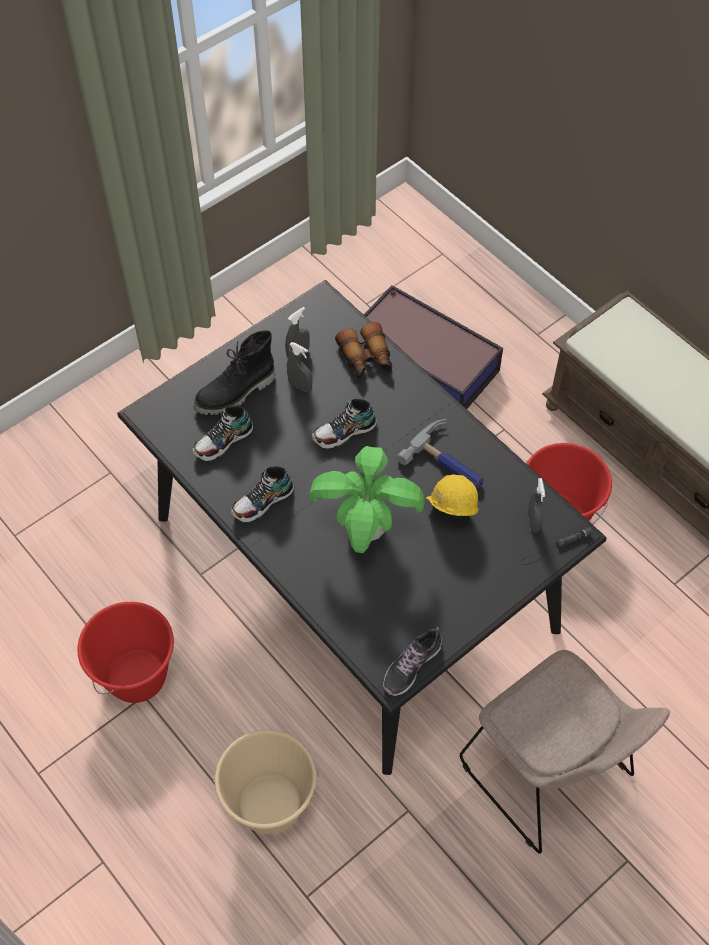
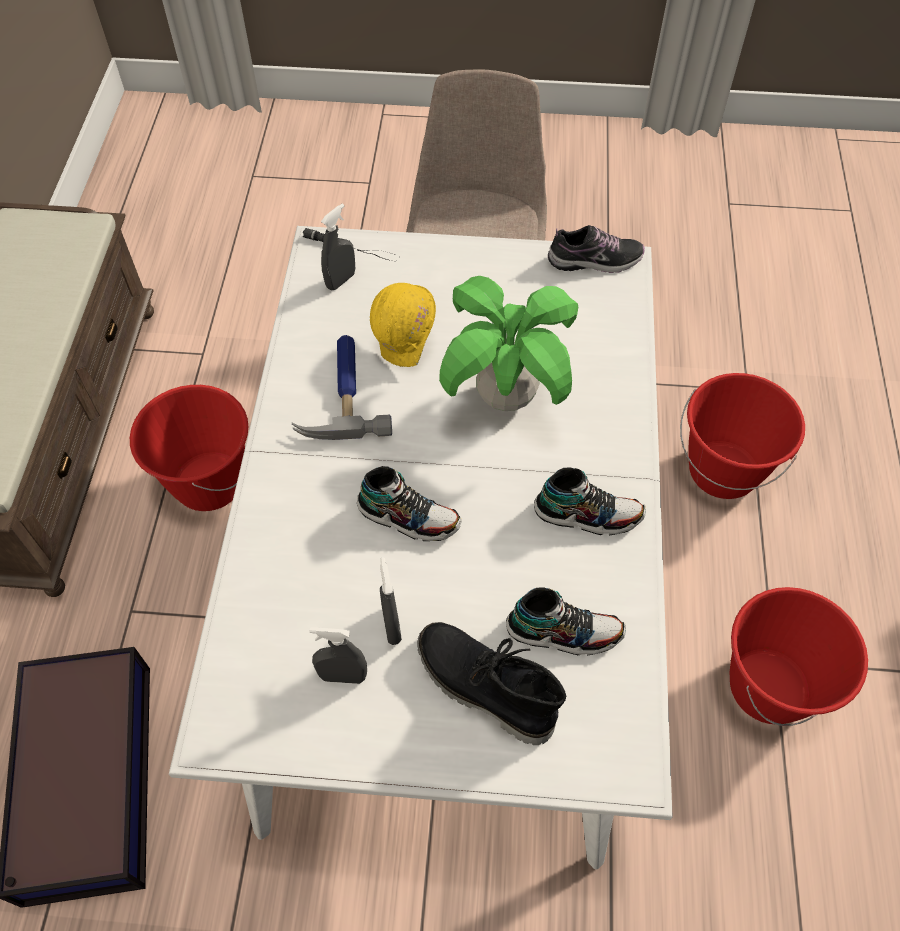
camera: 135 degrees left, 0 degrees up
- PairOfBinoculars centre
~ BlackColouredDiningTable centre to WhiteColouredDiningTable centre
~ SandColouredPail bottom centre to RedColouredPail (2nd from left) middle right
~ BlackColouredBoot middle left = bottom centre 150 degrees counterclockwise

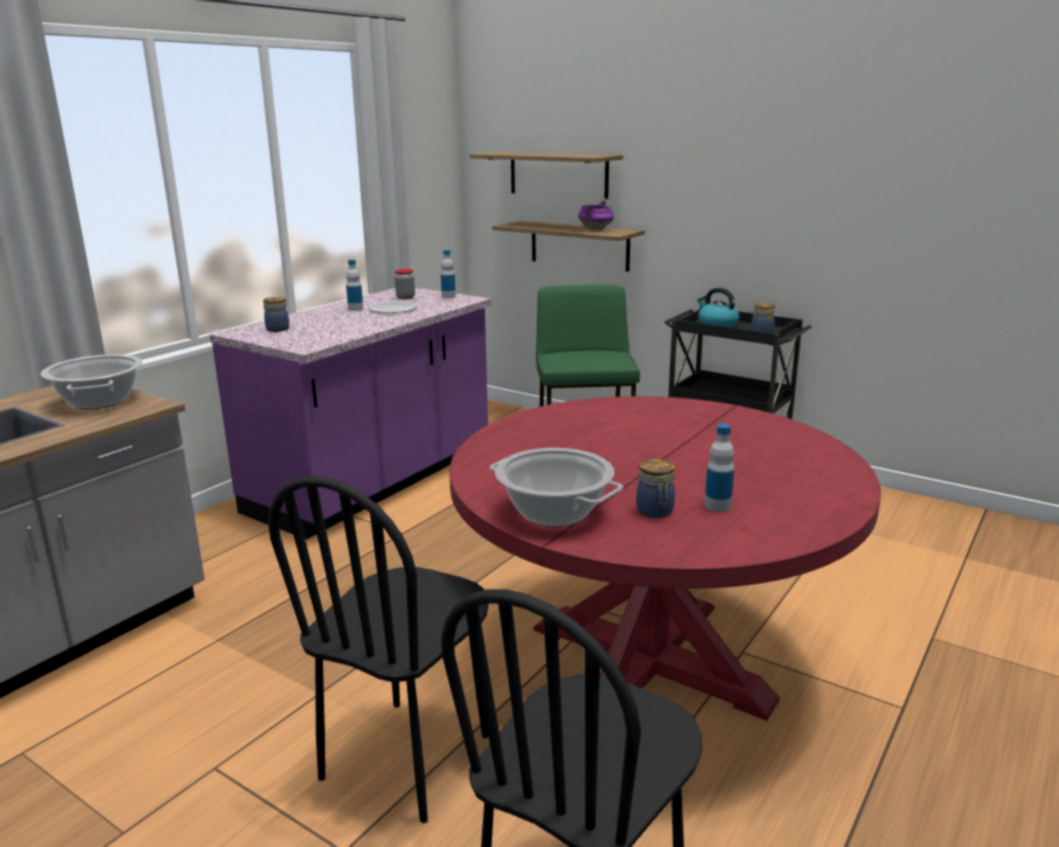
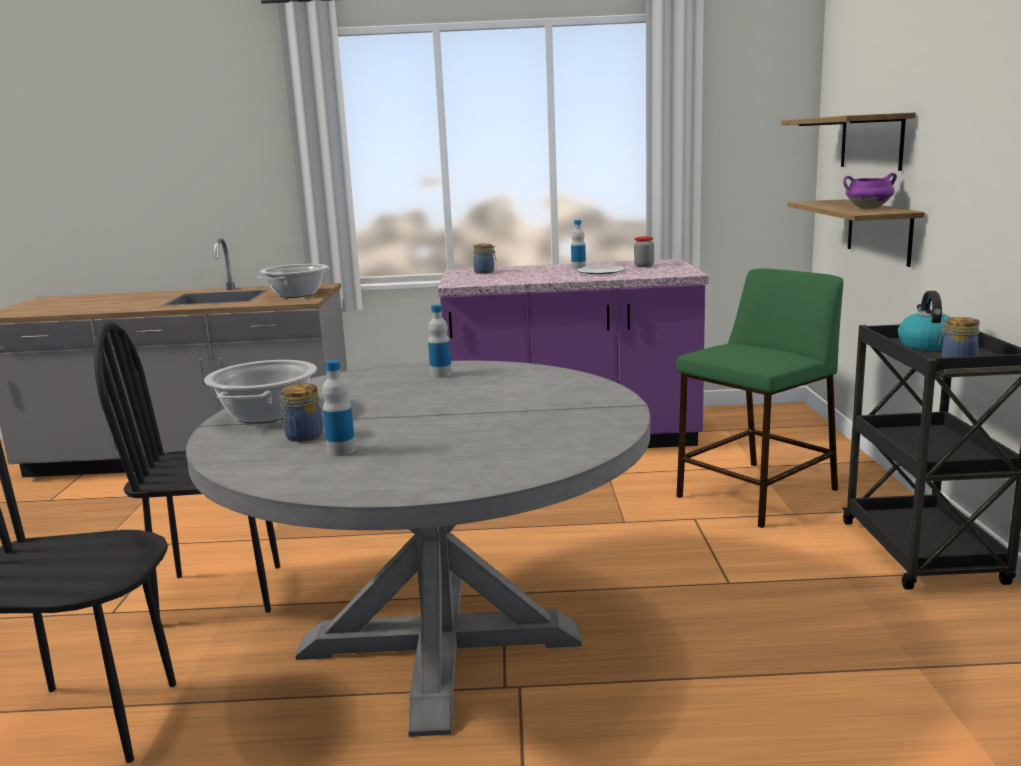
camera: 55 degrees right, 5 degrees down
~ DrinkBottle (2nd from left) top centre to centre
~ RedColouredDiningTable centre to GrayDiningTable bottom centre

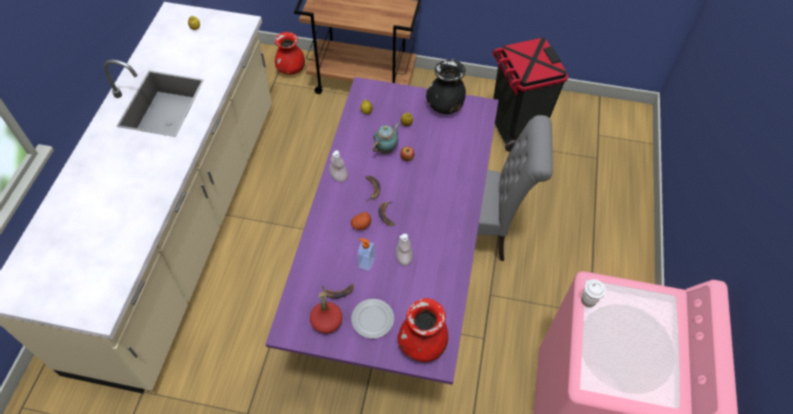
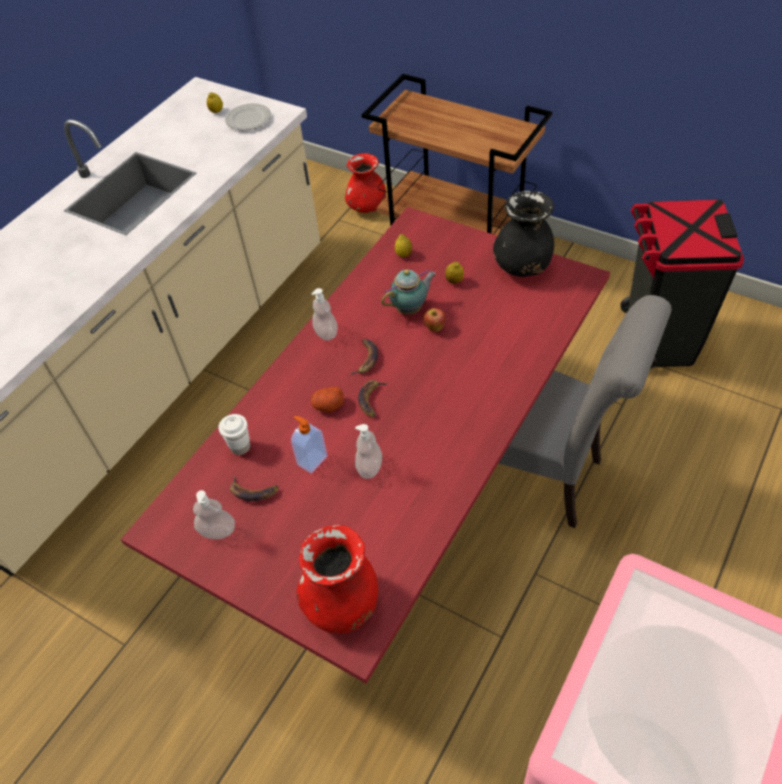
camera: 25 degrees right, 5 degrees down
~ FlatDish bottom centre to top left
~ WhiteColouredSmallCup bottom right to middle left
~ RedColouredDrinkBottle bottom centre to SoapDispenser (1st from left) middle left
~ PurplishDiningTable centre to RedColouredDiningTable centre

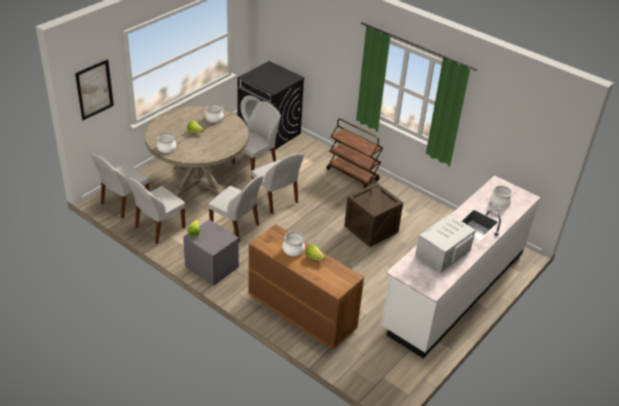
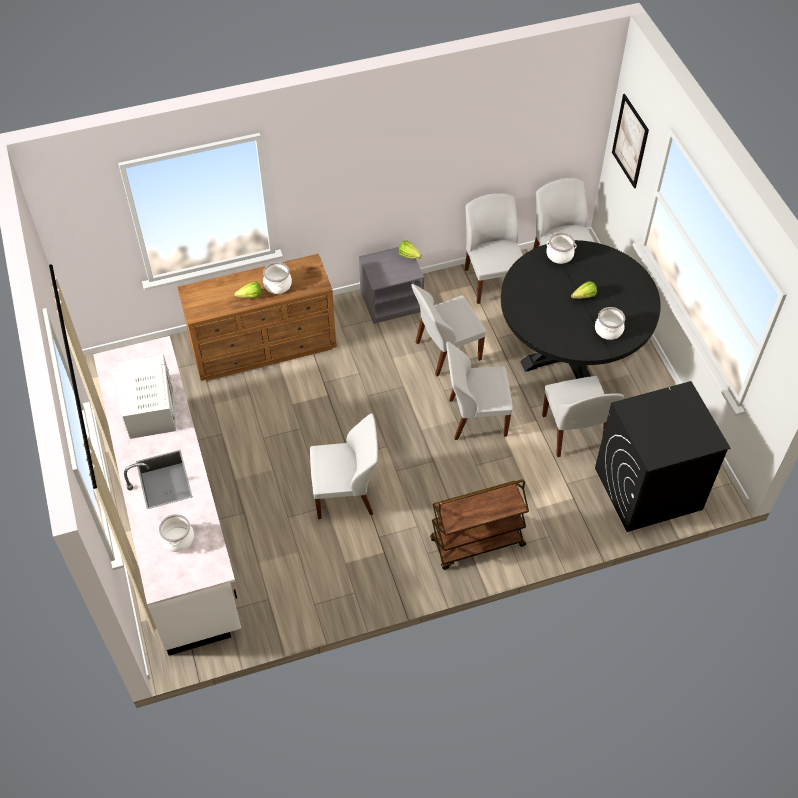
camera: 125 degrees right, 15 degrees up
~ Crate centre to WhiteColouredChair (1st from left) centre
~ SandColouredDiningTable middle left to BlackColouredDiningTable middle right

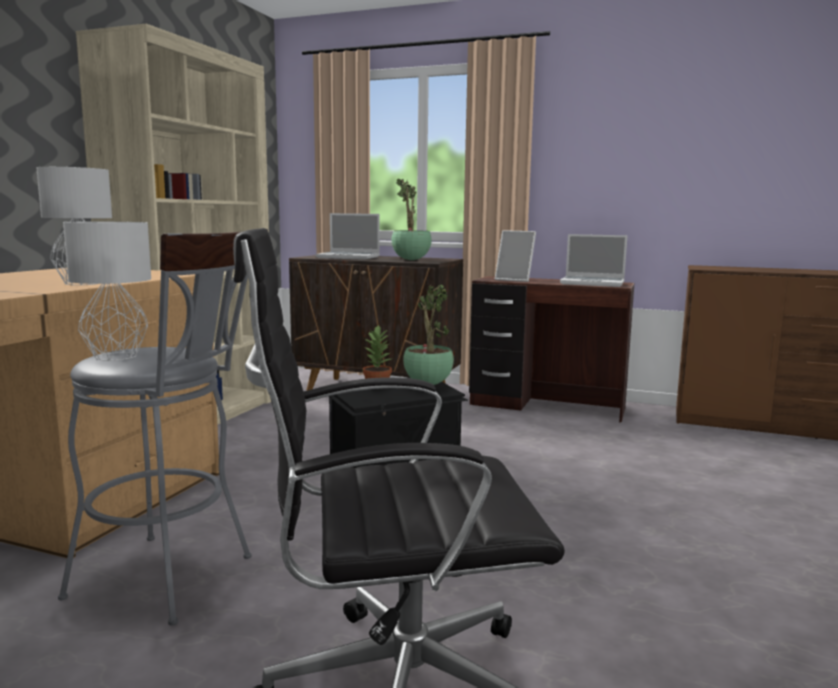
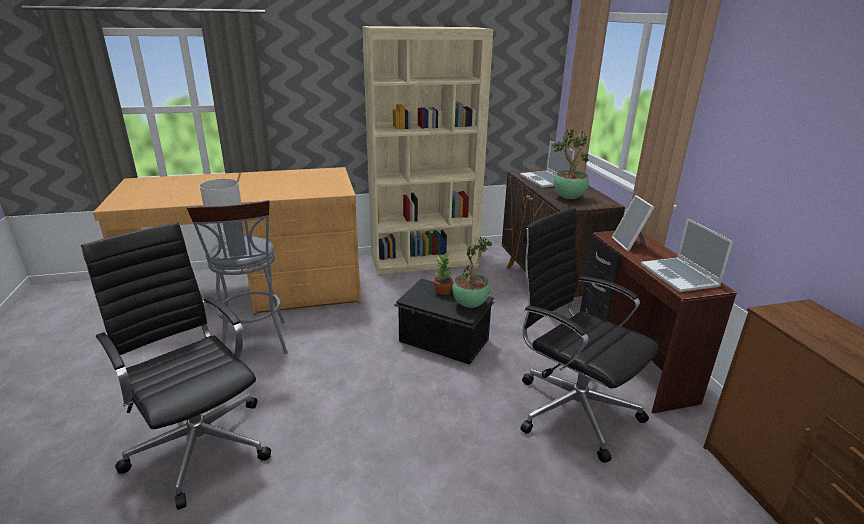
camera: 55 degrees right, 15 degrees up
- GrayLampForATable (1st from left) top left
+ BlackColouredDeskChair (2nd from left) middle right

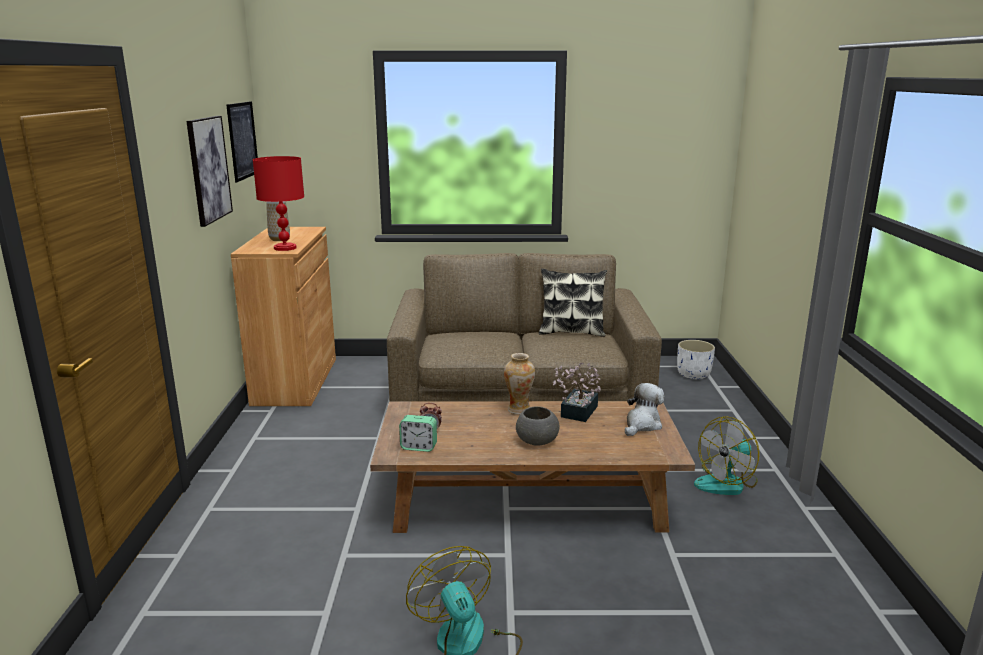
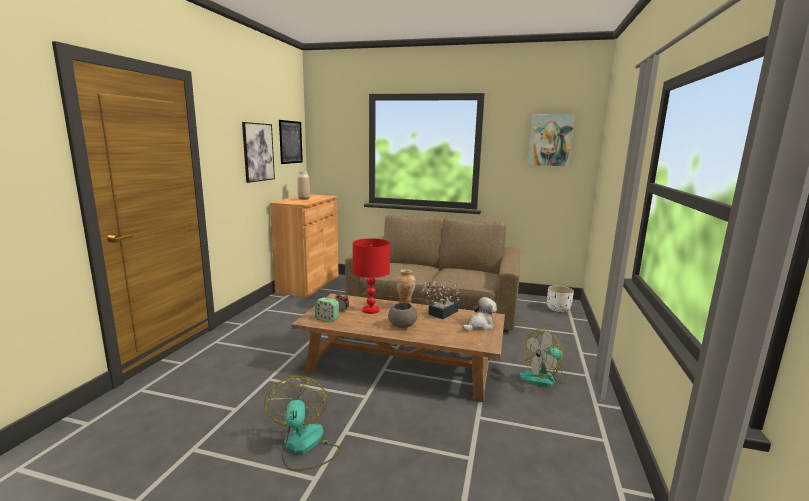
camera: 15 degrees right, 5 degrees down
- Pillow centre
+ Picture (3rd from left) top right
~ RedColouredLampForATable top left to centre

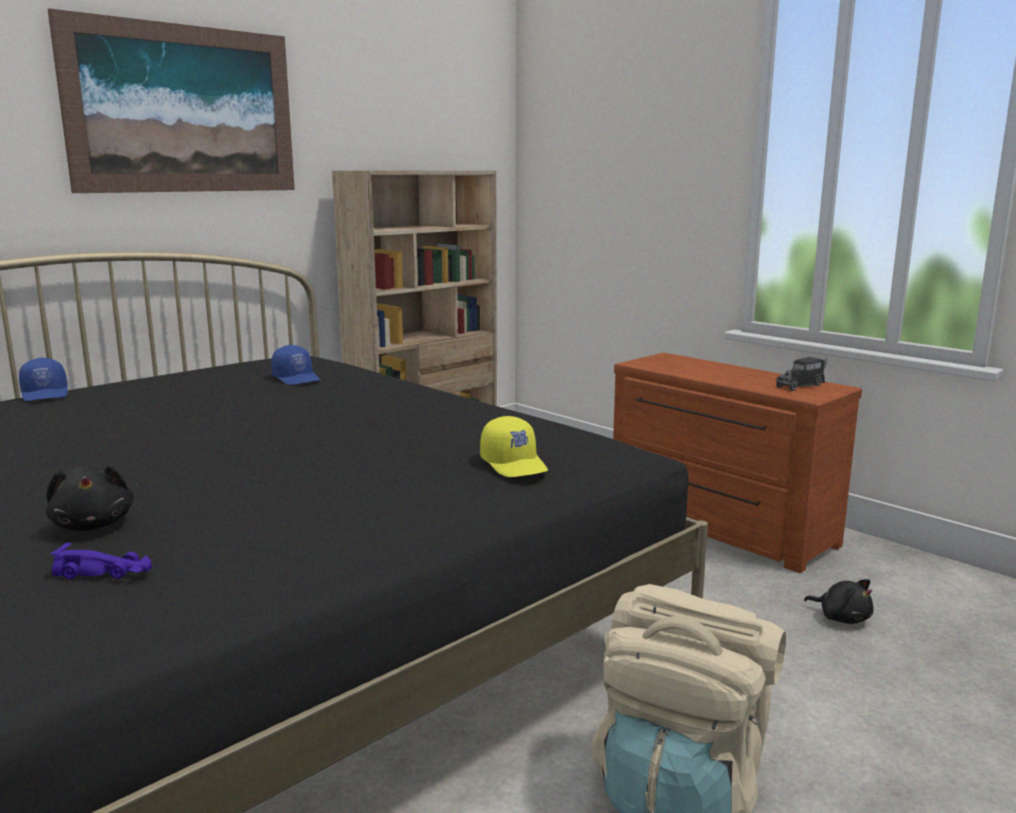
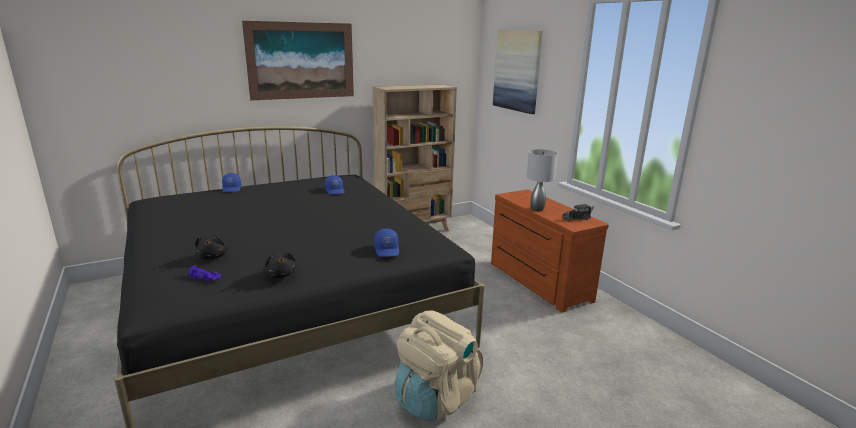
camera: 15 degrees right, 5 degrees up
+ Picture (2nd from left) top centre
+ GrayLampForATable centre
~ BlackColouredCuddlyToy (2nd from left) bottom right to middle left
~ YellowPeakedCap centre to BlueColouredPeakedCap (3rd from left) centre

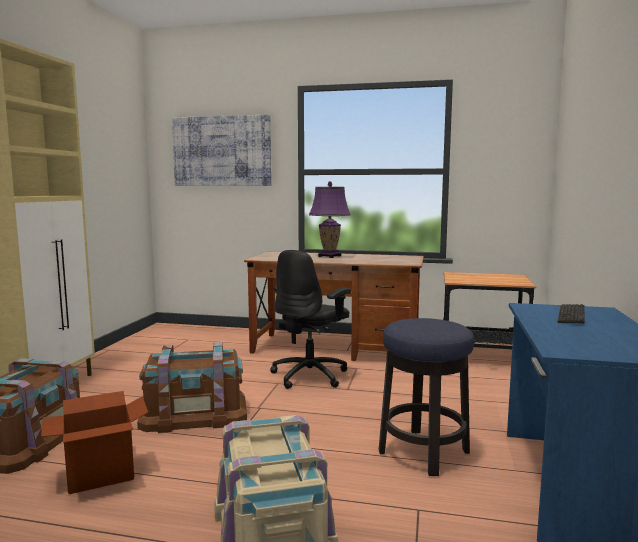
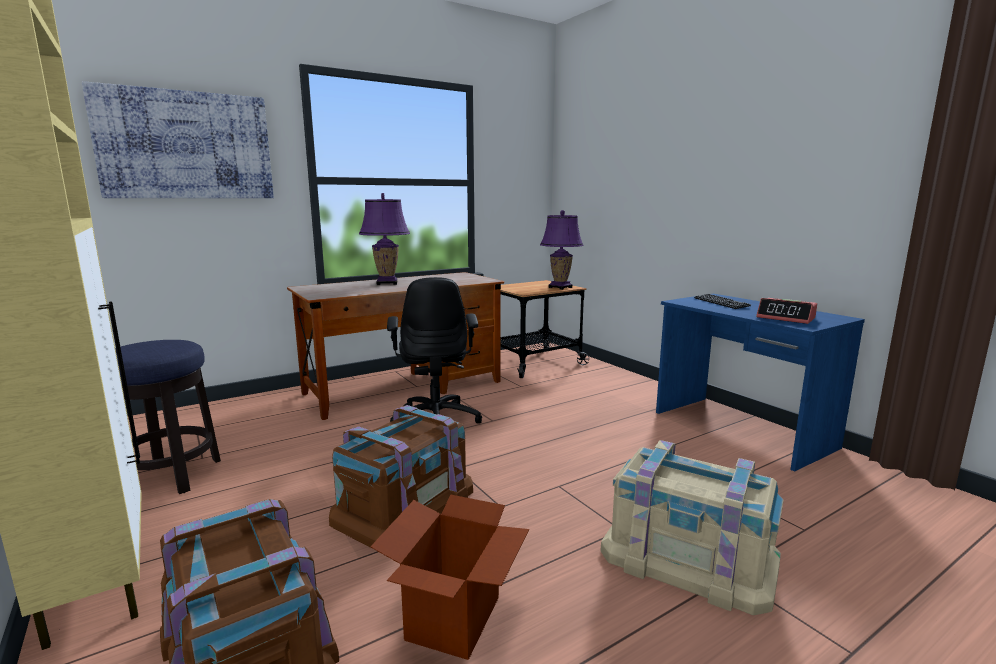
camera: 45 degrees left, 5 degrees up
+ PurplishLampForATable (2nd from left) centre
+ TableClock middle right
~ SittingStool bottom right to middle left

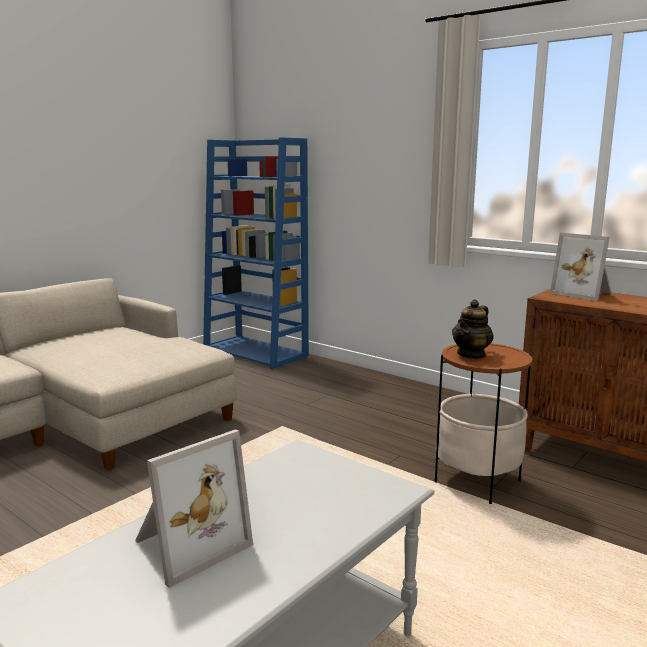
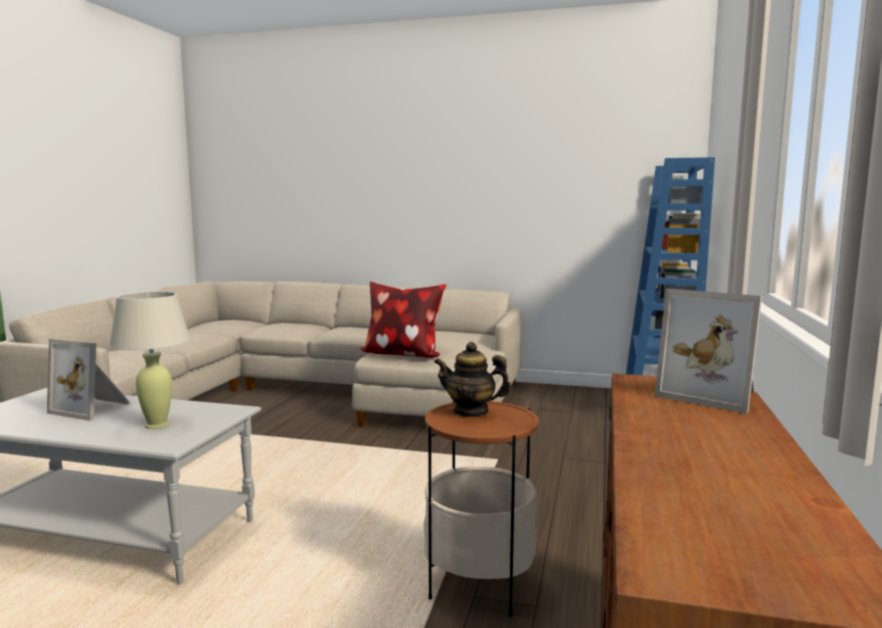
camera: 65 degrees right, 5 degrees down
+ SandColouredLampForATable middle left
+ Pillow centre
~ StandingFrame (2nd from left) middle right = middle right 75 degrees counterclockwise

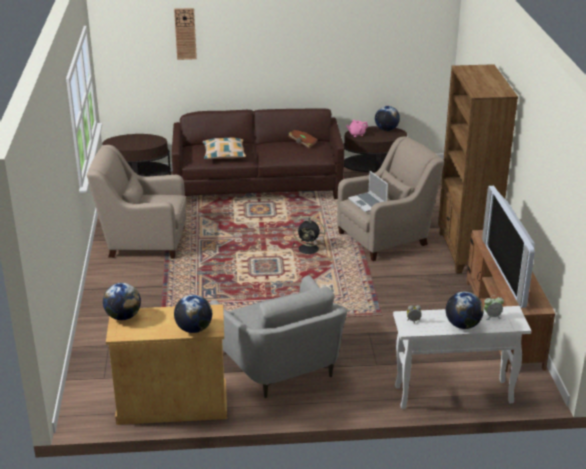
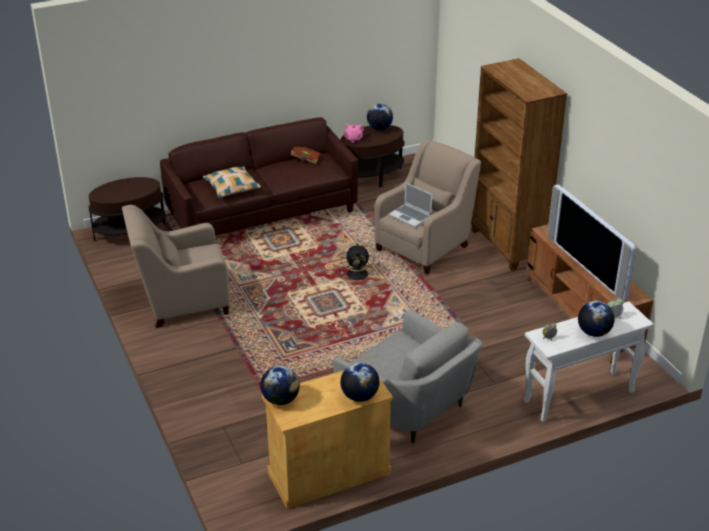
camera: 20 degrees left, 5 degrees up
- WallClock top left

